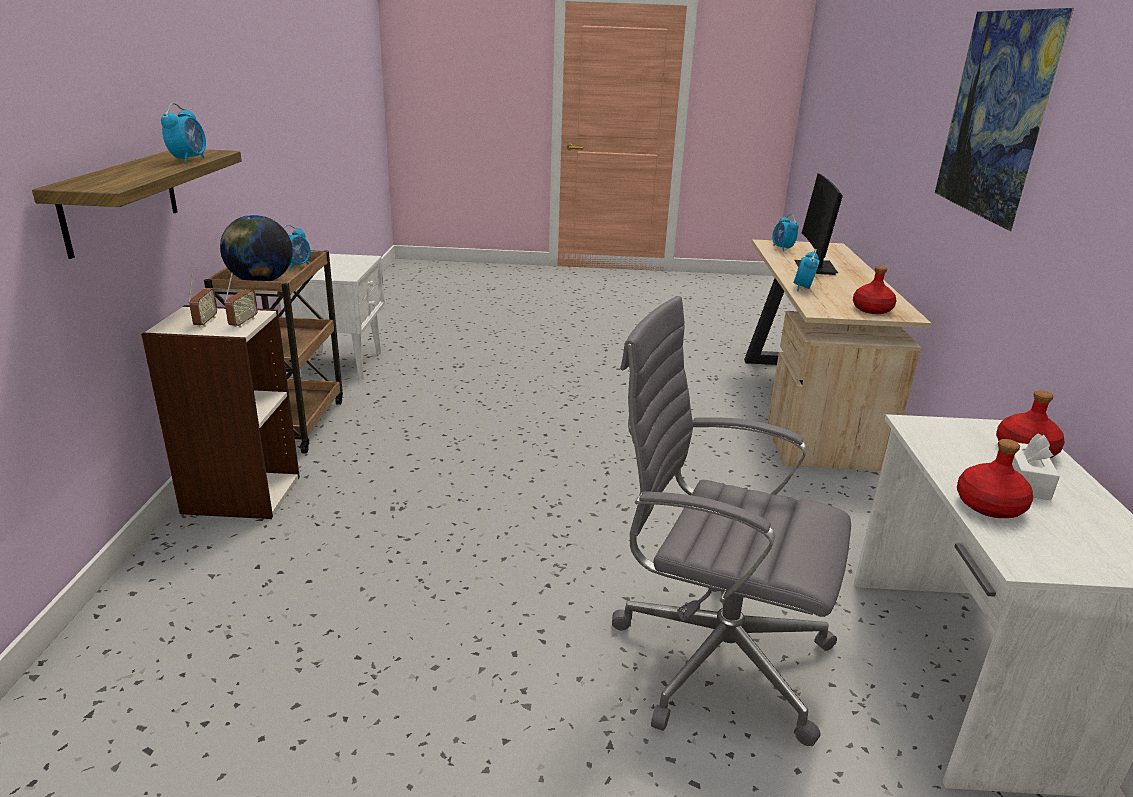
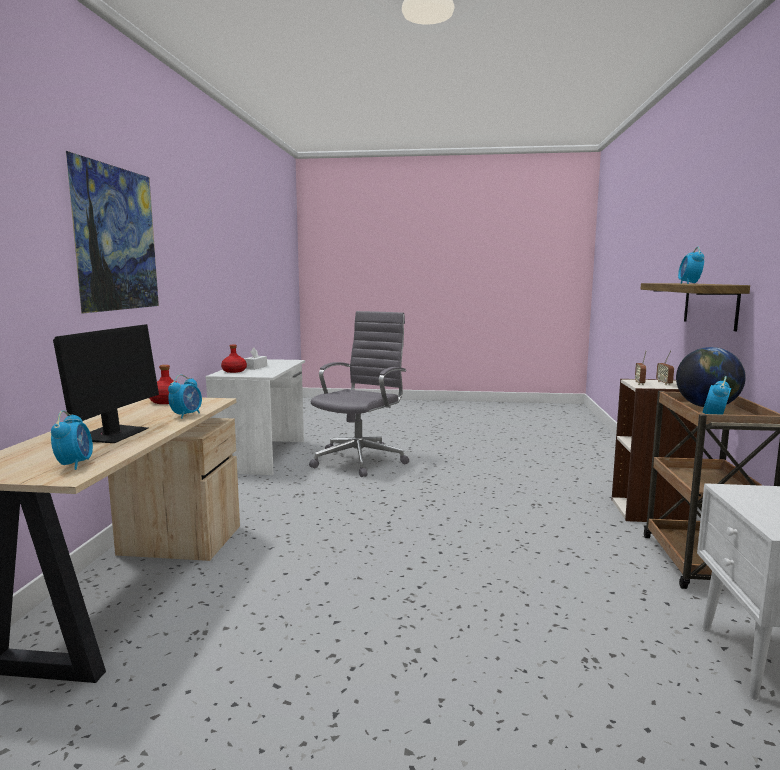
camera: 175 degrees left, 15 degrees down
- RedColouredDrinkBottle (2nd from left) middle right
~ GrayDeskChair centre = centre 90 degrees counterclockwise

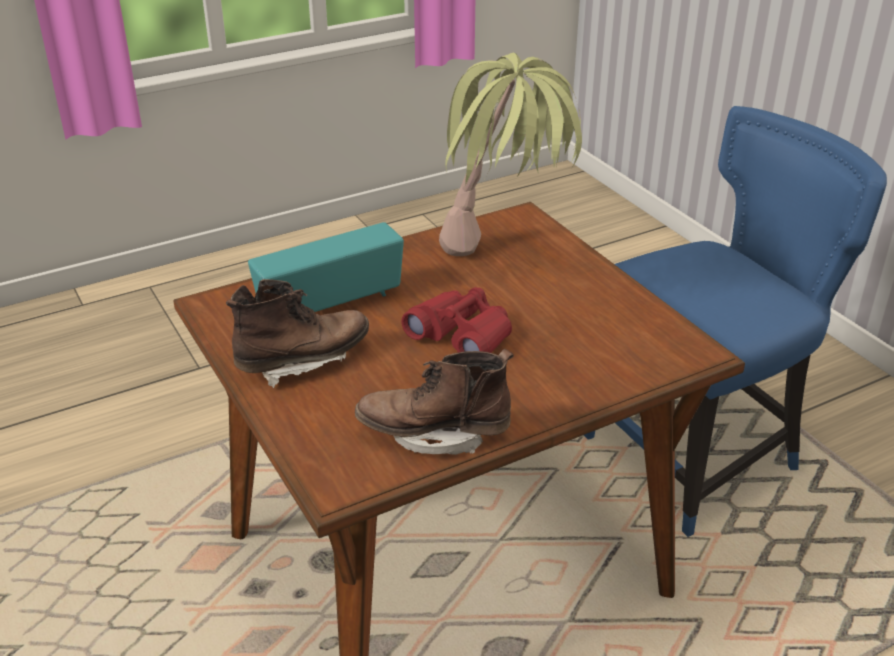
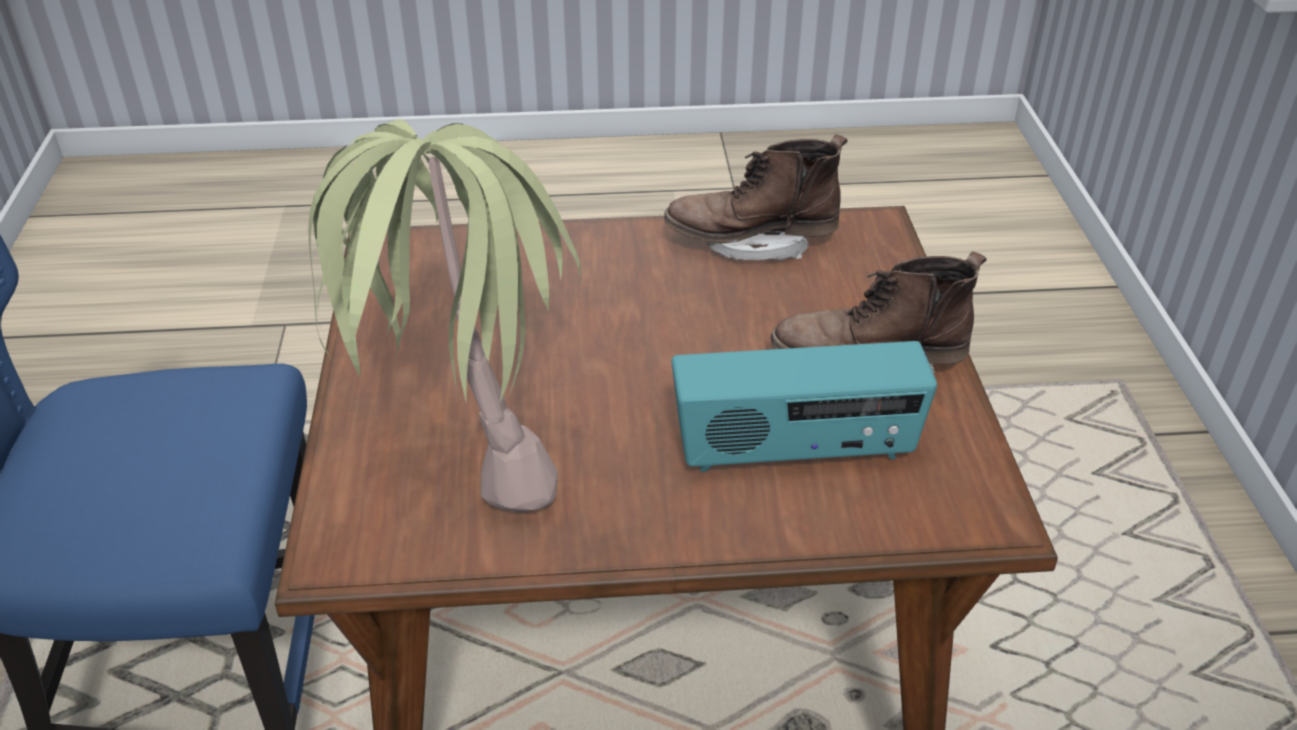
camera: 155 degrees left, 5 degrees up
- RedColouredPairOfBinoculars centre
~ BrownColouredBoot (2nd from left in the first image) centre = top centre 150 degrees clockwise

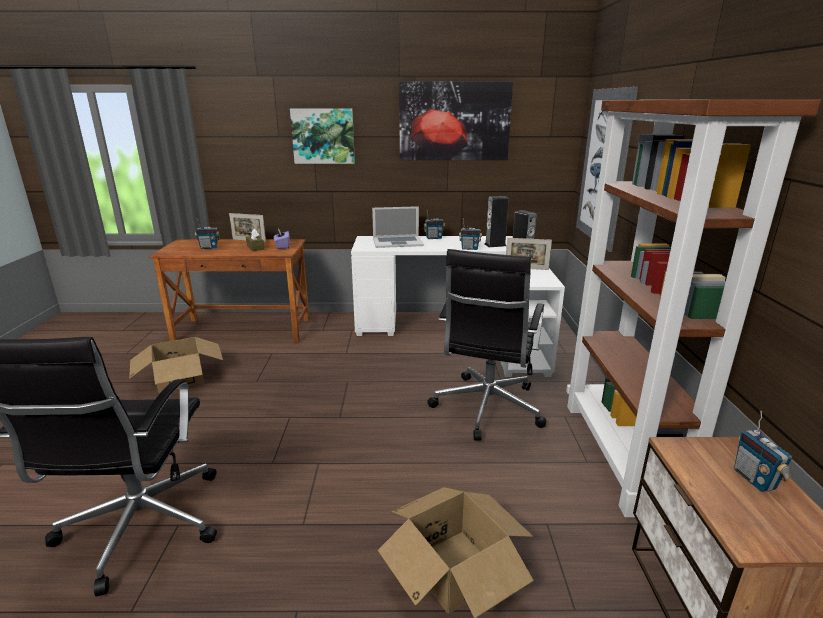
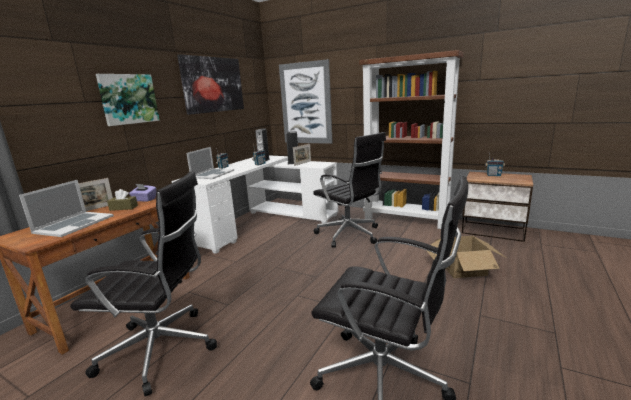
camera: 60 degrees left, 5 degrees down
~ PackingBox (1st from left) middle left to BlackColouredDeskChair (1st from left) bottom left
~ Radio (1st from left) middle left to NotebookComputer (1st from left) middle left

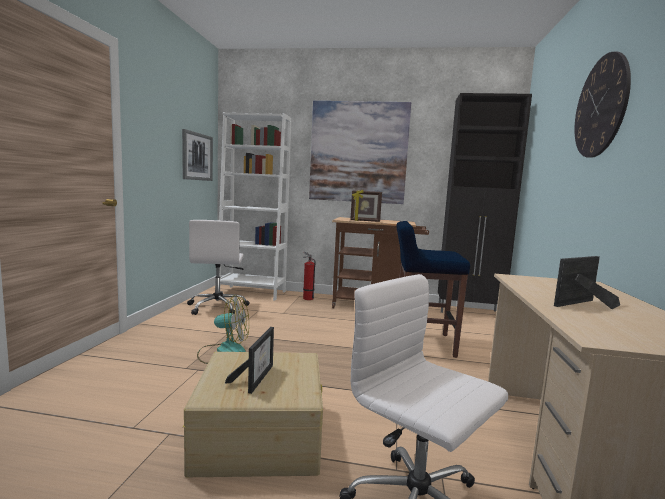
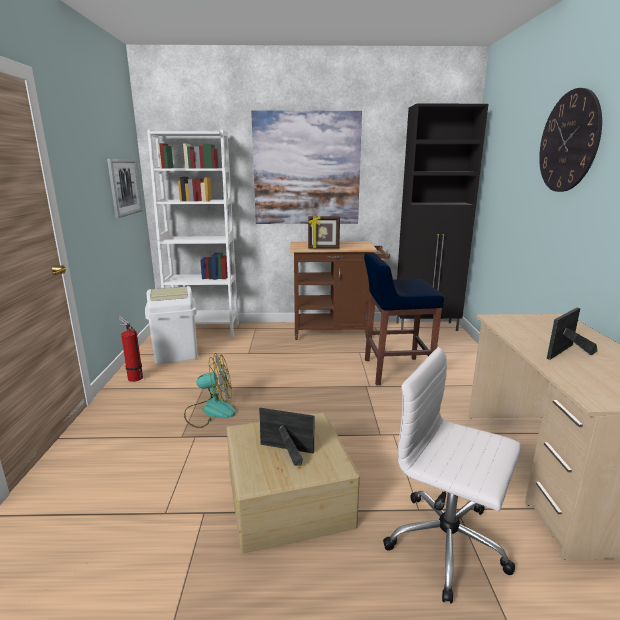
camera: 10 degrees left, 10 degrees up
~ FireFightingCylinder centre to middle left
~ WhiteColouredDeskChair (1st from left) middle left to WhiteColouredRubbishBin middle left
~ StandingFrame (1st from left) bottom centre = bottom centre 75 degrees counterclockwise

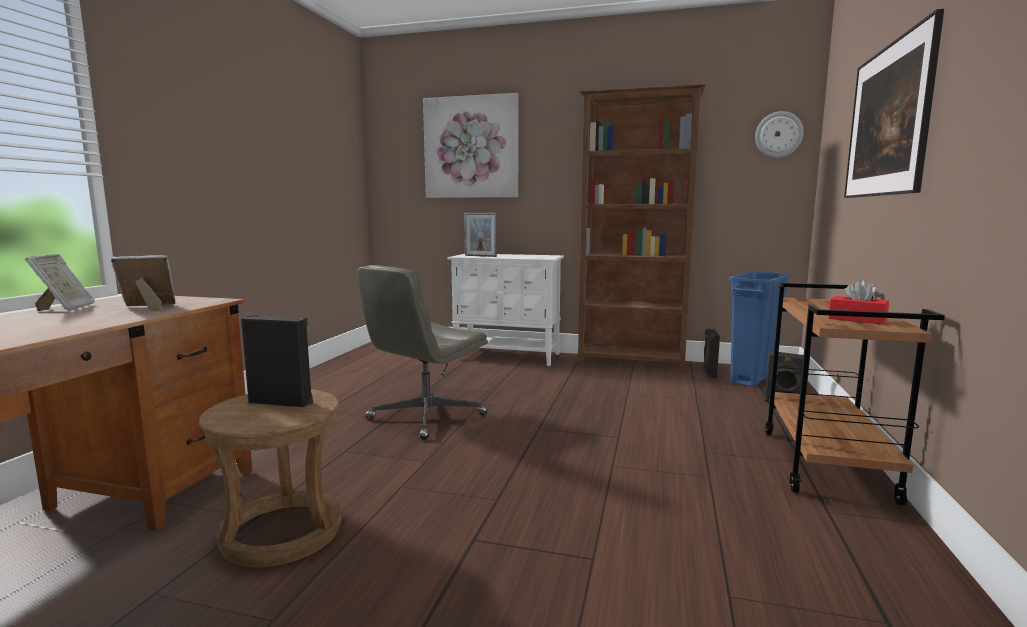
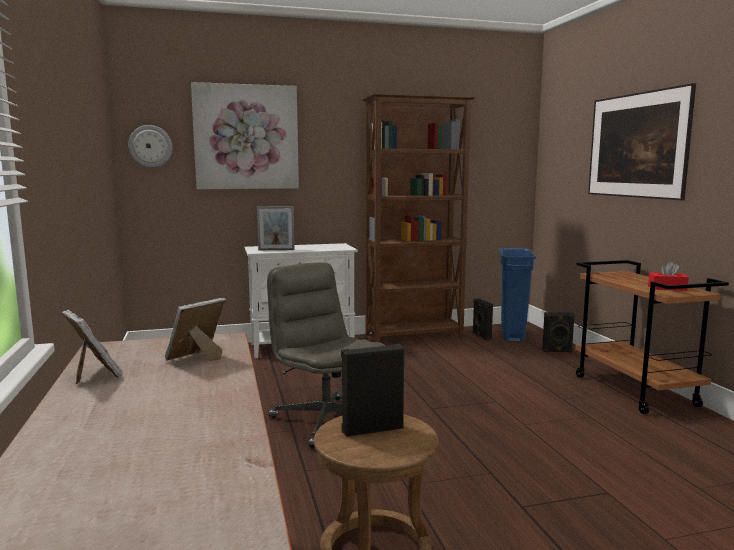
camera: 30 degrees left, 0 degrees up
~ WallClock top right to top left
~ GrayDeskChair centre = centre 135 degrees clockwise

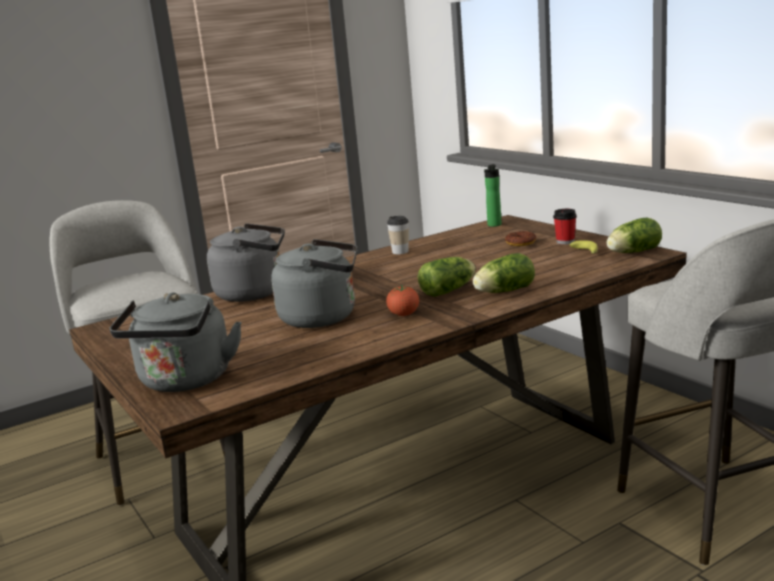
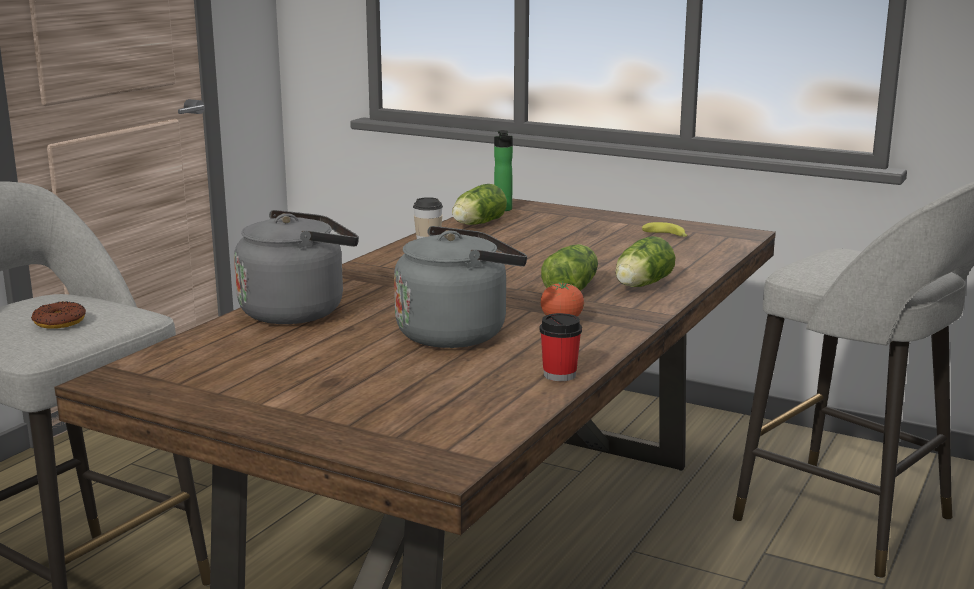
camera: 30 degrees left, 0 degrees up
- GrayTeaKettle (1st from left) middle left
~ RingDoughnut middle right to middle left
~ SmallCup (2nd from left) middle right to centre
~ Lettuce (3rd from left in the first image) middle right to Lettuce (1st from left) centre

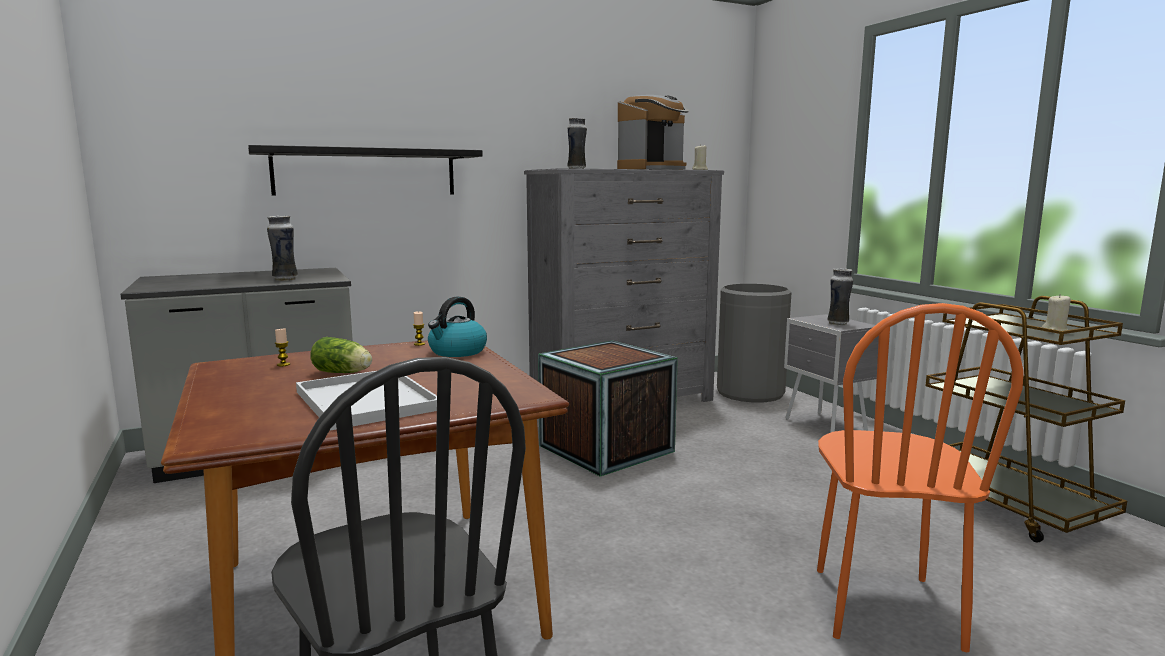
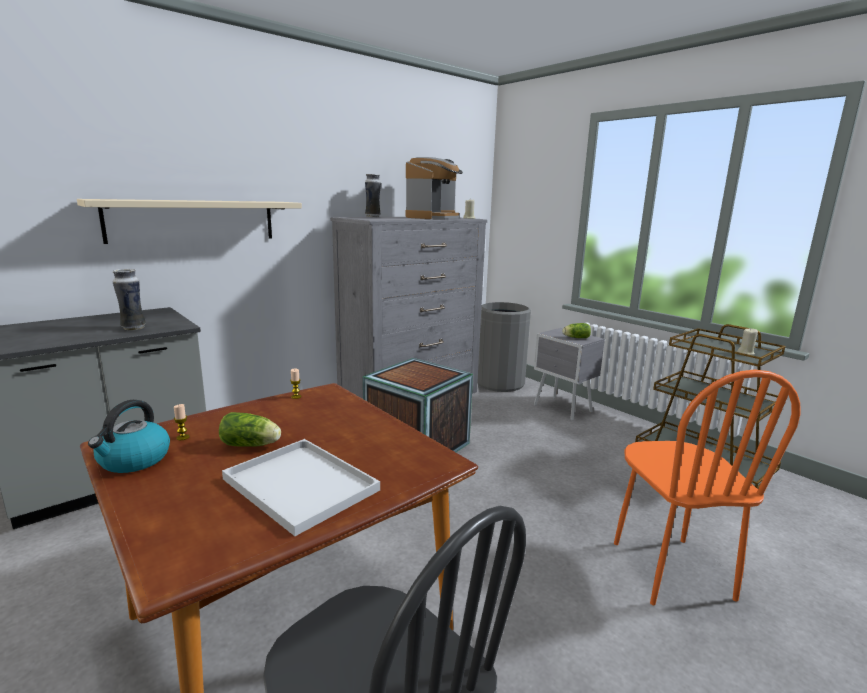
camera: 15 degrees left, 5 degrees up
~ TeaKettle centre to middle left
~ FlowerVase (3rd from left) middle right to Lettuce (2nd from left) centre
~ BlackColouredWallShelf top left to SandColouredWallShelf top left

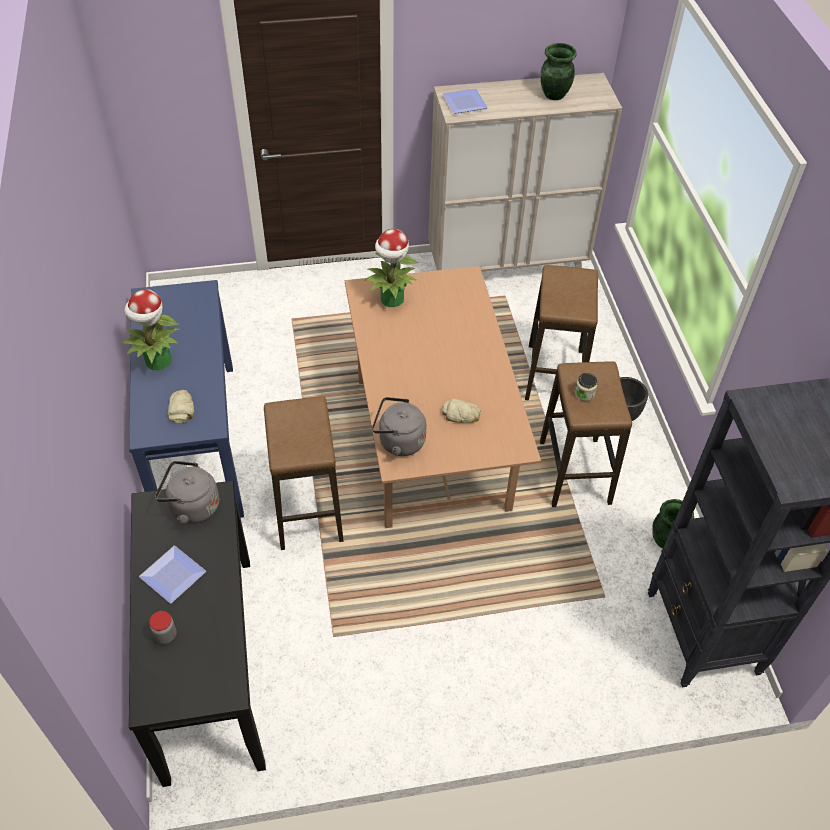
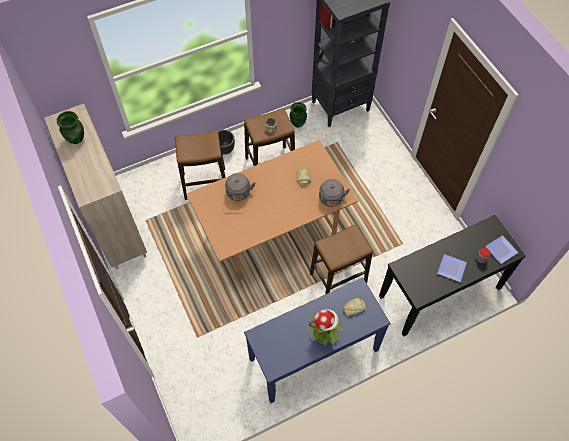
camera: 105 degrees left, 10 degrees up
- Houseplant (2nd from left) top centre
~ GrayTeaKettle (1st from left) middle left to centre
~ FlatDish (2nd from left) top centre to middle right

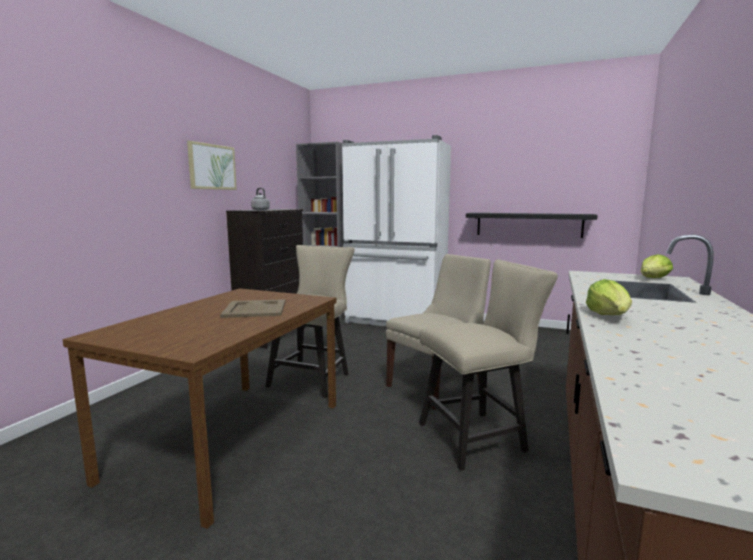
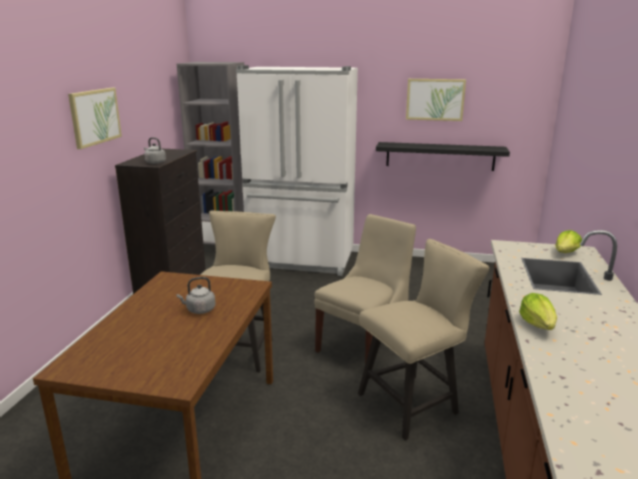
camera: 10 degrees left, 10 degrees up
+ Picture (2nd from left) top right
~ SandColouredTray centre to GrayTeaKettle (2nd from left) middle left

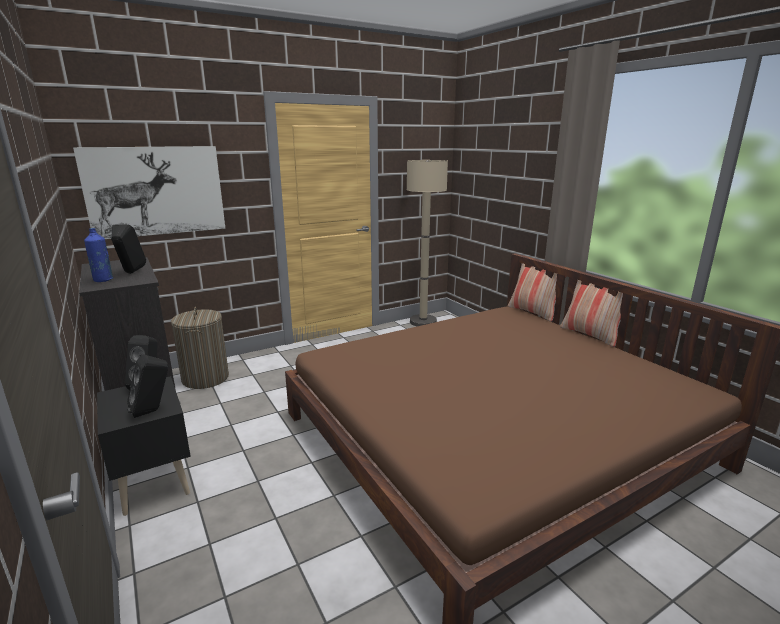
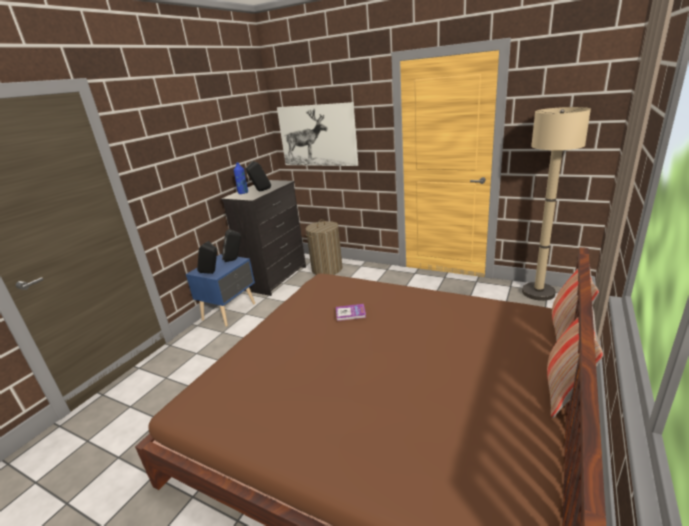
camera: 60 degrees right, 5 degrees up
+ BoundBook centre
~ BlackColouredNightTable bottom left to BlueColouredNightTable middle left

